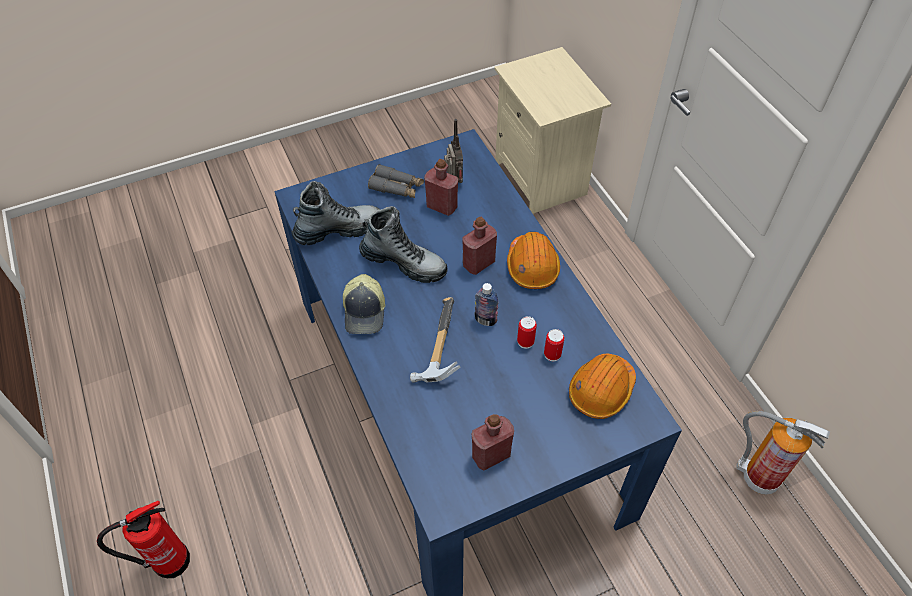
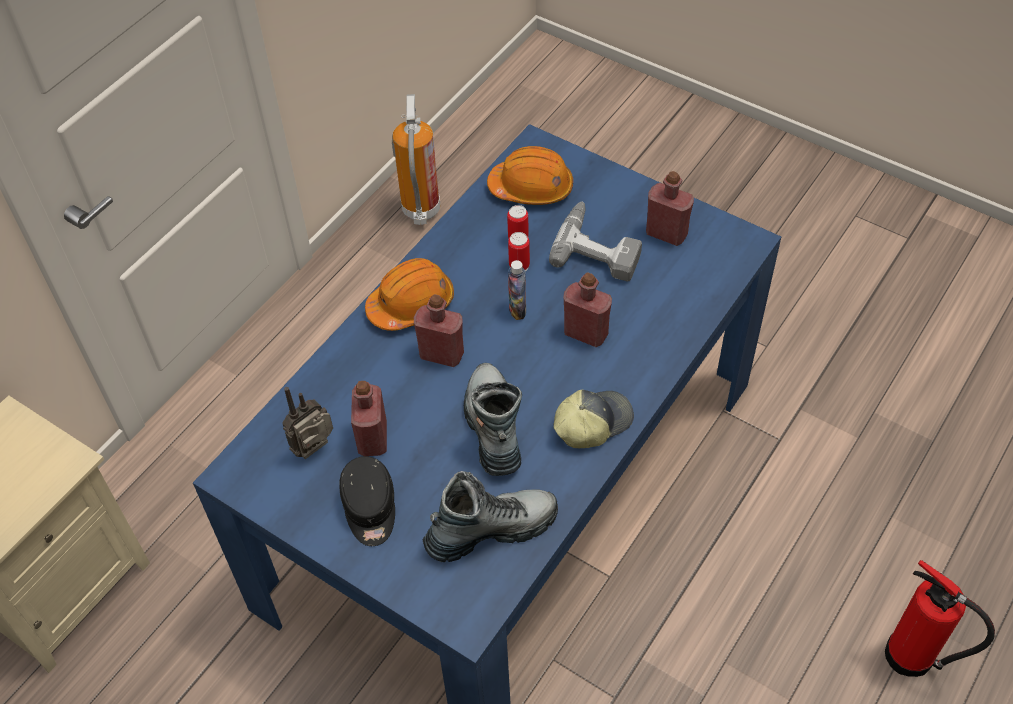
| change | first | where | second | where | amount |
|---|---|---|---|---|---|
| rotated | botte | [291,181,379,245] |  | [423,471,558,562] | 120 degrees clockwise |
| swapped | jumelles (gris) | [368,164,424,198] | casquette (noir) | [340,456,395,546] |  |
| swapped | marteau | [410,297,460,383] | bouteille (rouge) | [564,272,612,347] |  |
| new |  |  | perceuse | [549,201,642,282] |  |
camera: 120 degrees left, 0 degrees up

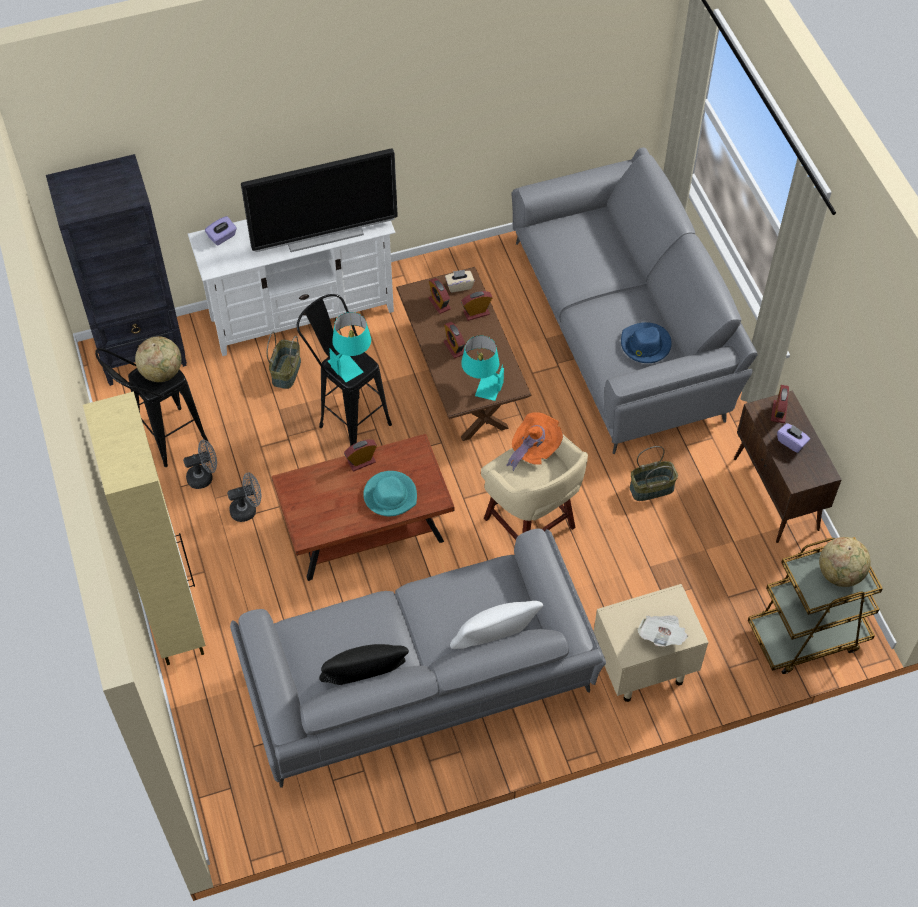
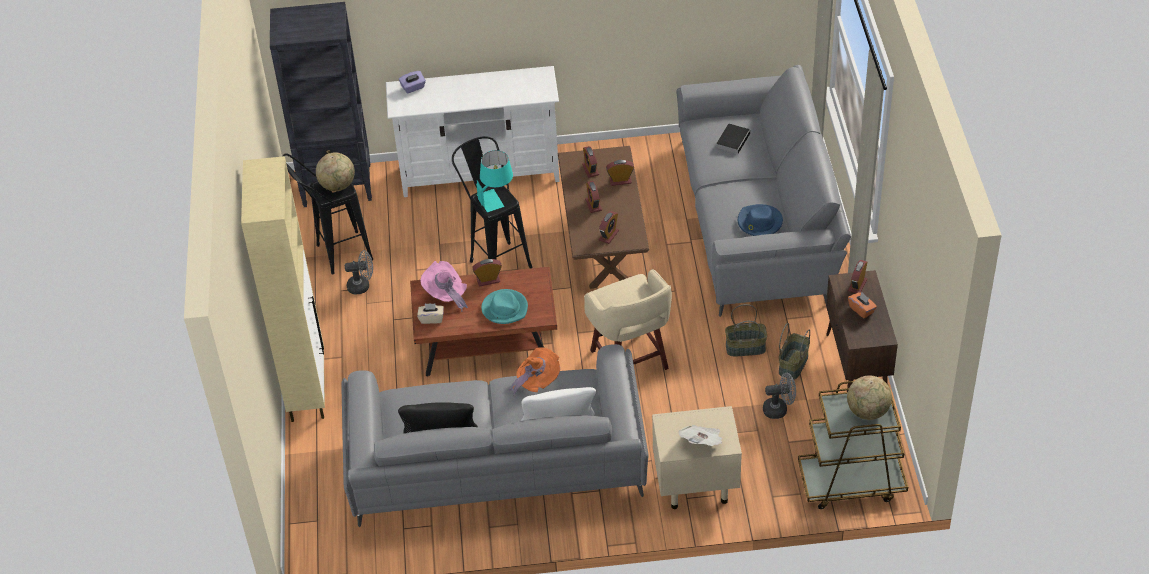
| change | first | where | second | where | amount |
|---|---|---|---|---|---|
| shifted | ventilateur (gris) | [227,472,262,522] |  | [763,373,796,419] |  |
| gone | téléviseur | [241,148,398,252] |  |  |  |
| shifted | panier | [267,332,301,389] |  | [779,323,810,380] |  |
| shifted | boîte à mouchoirs (beige) | [445,270,475,293] |  | [417,303,444,324] |  |
| swapped | lampe de table (turquoise) | [461,336,504,401] | réveil | [599,211,619,244] |  |
| shifted | chapeau (orange) | [507,412,563,471] |  | [509,347,560,396] |  |
| repainted | boîte à mouchoirs (violet) | [777,423,810,453] | boîte à mouchoirs (orange) | [848,292,877,318] |  |
| new |  |  | chapeau (rose) | [421,261,468,312] |  |
| new |  |  | livre | [716,124,751,154] |  |
camera: 15 degrees right, 10 degrees down

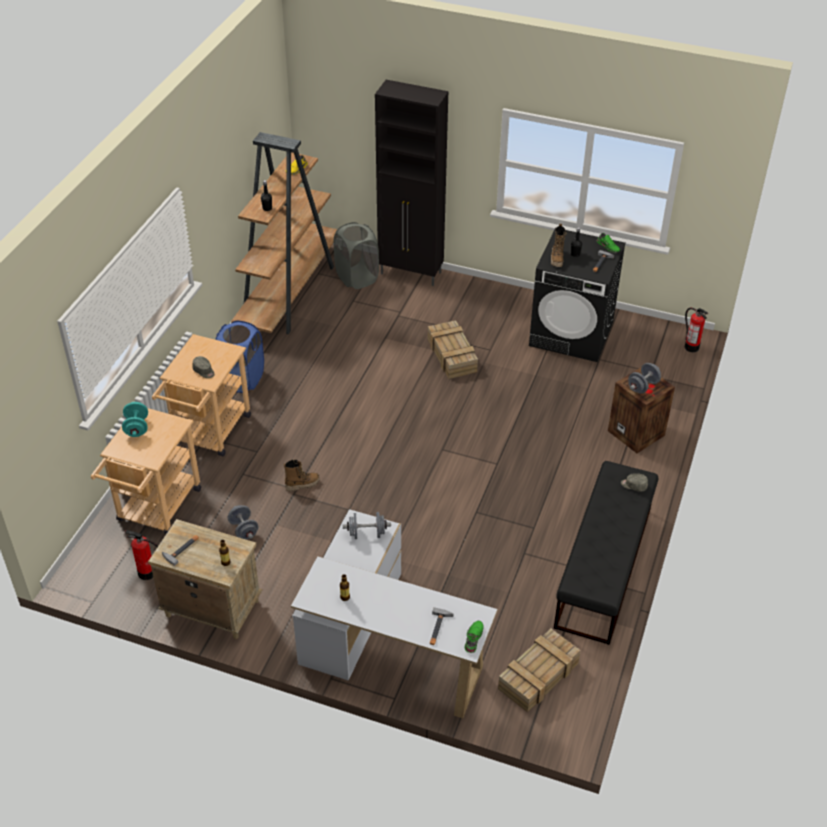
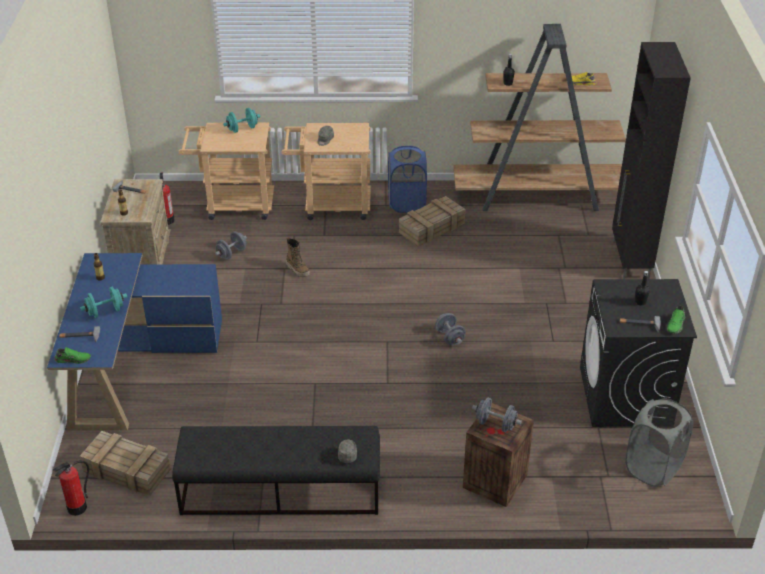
| change | first | where | second | where | amount |
|---|---|---|---|---|---|
| repainted | bureau (blanc) | [291,509,498,718] | bureau (bleu) | [47,253,222,430] |  |
| shifted | panier à linge (gris) | [334,222,379,289] |  | [625,398,694,487] |  |
| shifted | haltère (gris) | [343,512,391,539] |  | [435,313,466,345] |  |
| shifted | caisse | [428,320,478,379] |  | [399,196,465,247] |  |
| gone | botte | [551,224,567,267] |  |  |  |
| shifted | extincteur | [685,308,709,352] |  | [53,460,89,516] |  |
| new |  |  | haltère (turquoise) | [80,287,127,318] |  |
camera: 70 degrees right, 5 degrees down

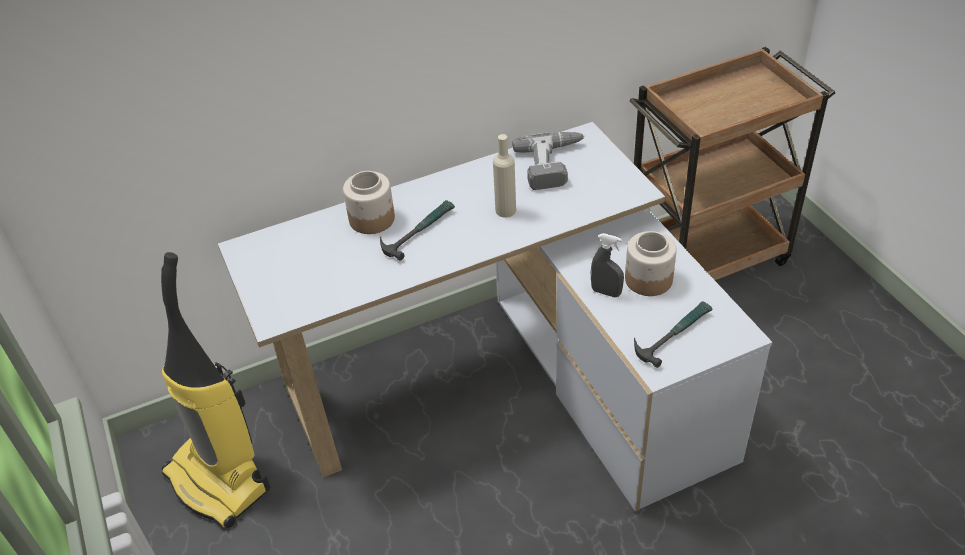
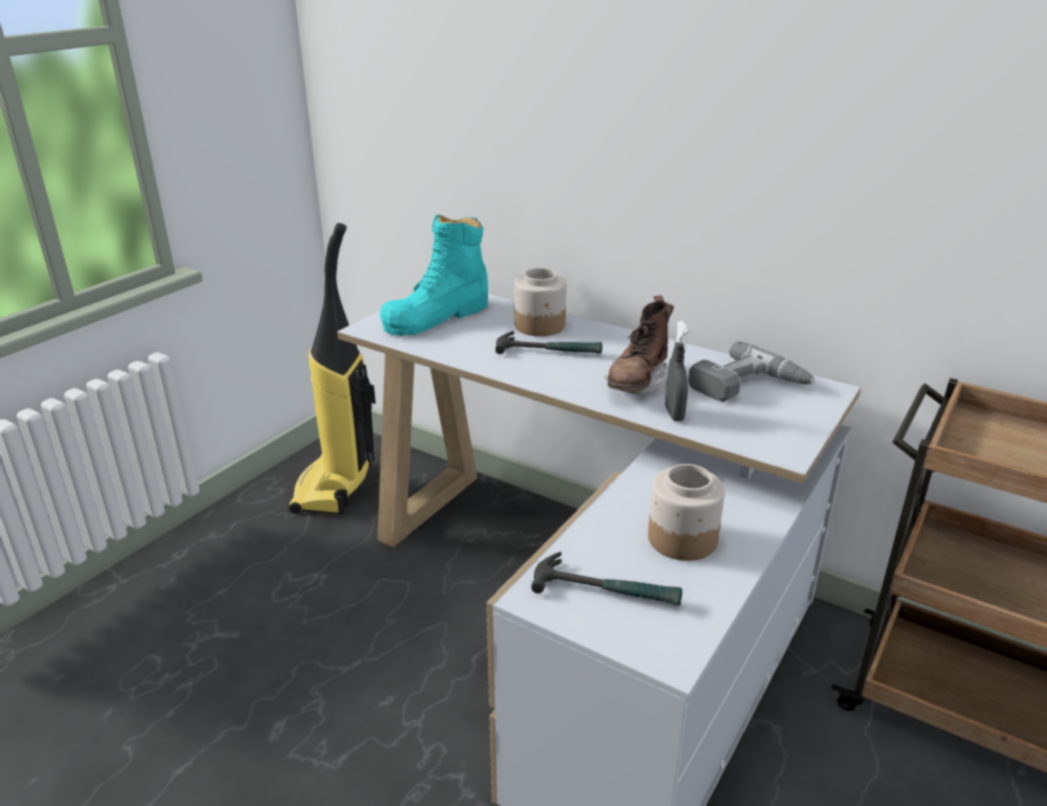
| change | first | where | second | where | amount |
|---|---|---|---|---|---|
| swapped | bouteille (beige) | [493,134,516,218] | botte (marron) | [605,296,674,395] |  |
| shifted | vaporisateur (gris) | [591,233,624,297] |  | [665,321,689,421] |  |
| new |  |  | botte (turquoise) | [380,214,488,336] |  |
camera: 55 degrees right, 15 degrees down

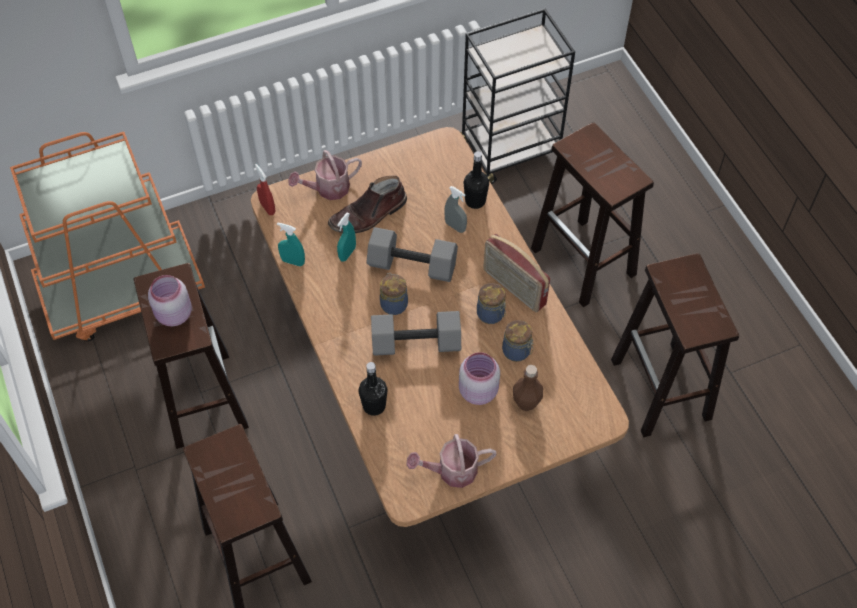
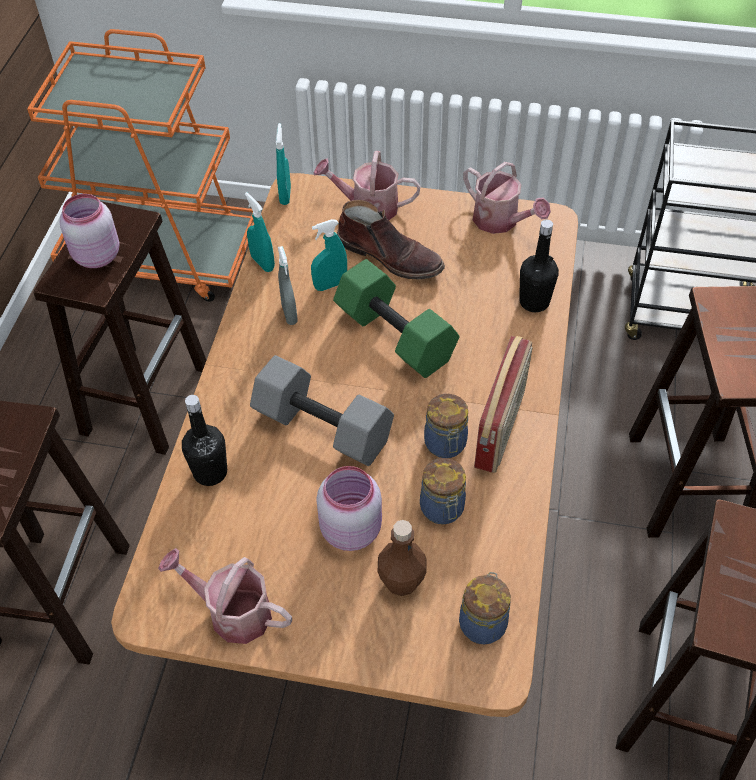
| change | first | where | second | where | amount |
|---|---|---|---|---|---|
| repainted | vaporisateur (rouge) | [255,164,275,215] | vaporisateur (turquoise) | [276,123,291,205] |  |
| rotated | botte (marron) | [328,176,407,233] |  | [337,200,445,280] | 150 degrees counterclockwise |
| repainted | haltère (gris) | [367,227,458,282] | haltère (vert) | [333,259,459,378] |  |
| shifted | bocal | [380,273,408,315] |  | [459,572,511,645] |  |
| shifted | vaporisateur (gris) | [444,186,467,233] |  | [278,246,298,325] |  |
| rotated | radio | [483,234,550,312] |  | [474,336,533,473] | 150 degrees counterclockwise |
| new |  |  | arrosoir | [463,162,551,234] |  |
camera: 35 degrees right, 5 degrees down

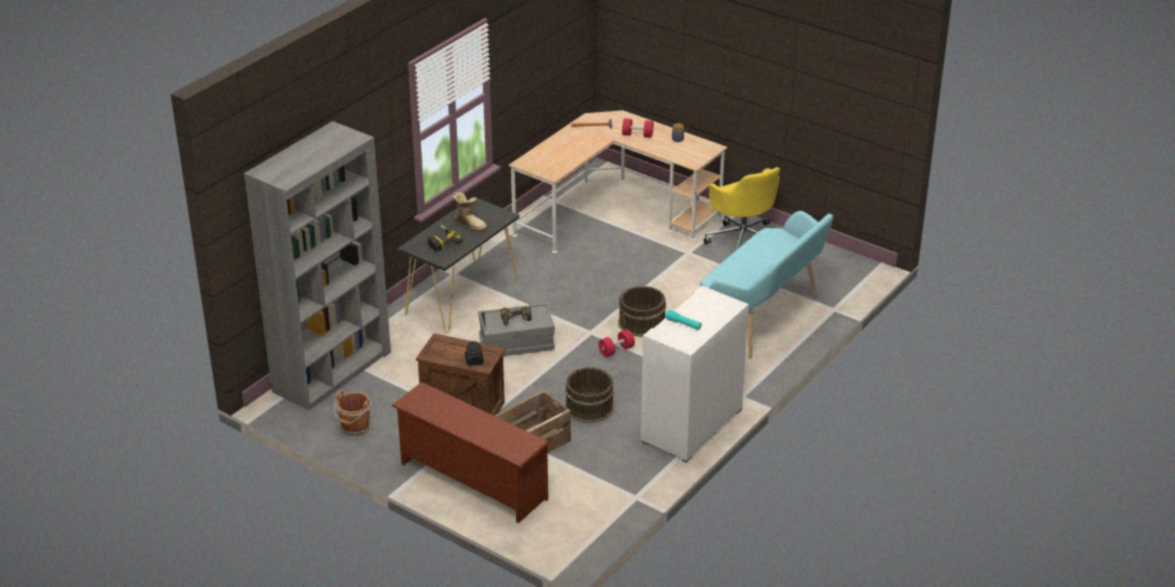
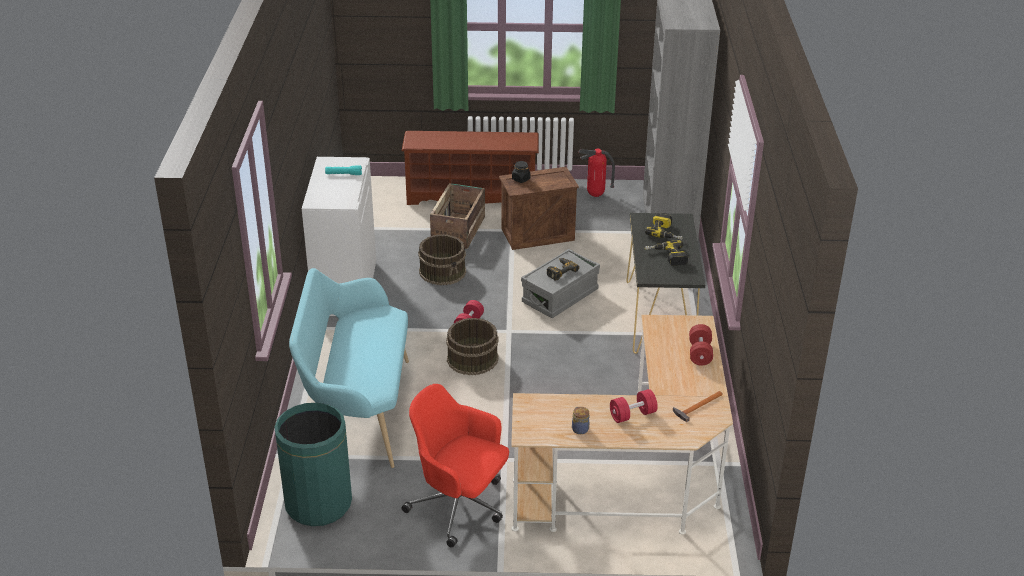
| change | first | where | second | where | amount |
|---|---|---|---|---|---|
| swapped | seau (marron) | [334,391,371,436] | extincteur | [578,148,615,197] |  |
| swapped | botte | [453,192,487,232] | perceuse | [645,240,688,266] |  |
| repainted | chaise de bureau (jaune) | [704,167,780,250] | chaise de bureau (rouge) | [402,384,509,548] |  |
| new |  |  | poubelle (vert) | [274,403,352,526] |  |
| new |  |  | haltère (rouge) | [689,324,713,366] |  |
camera: 145 degrees right, 0 degrees up

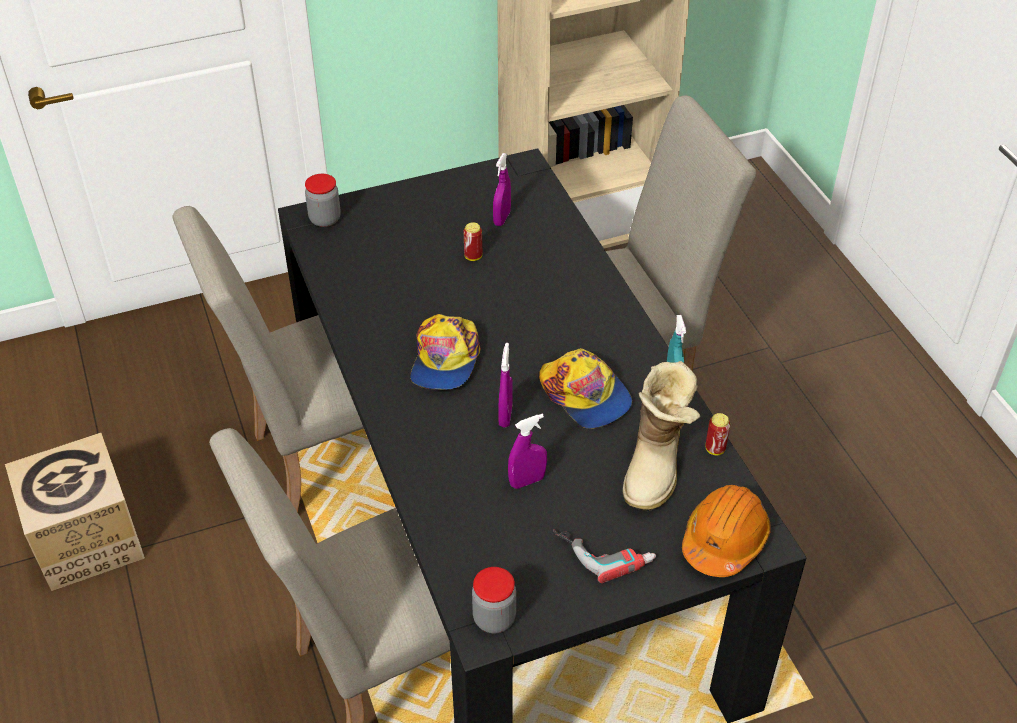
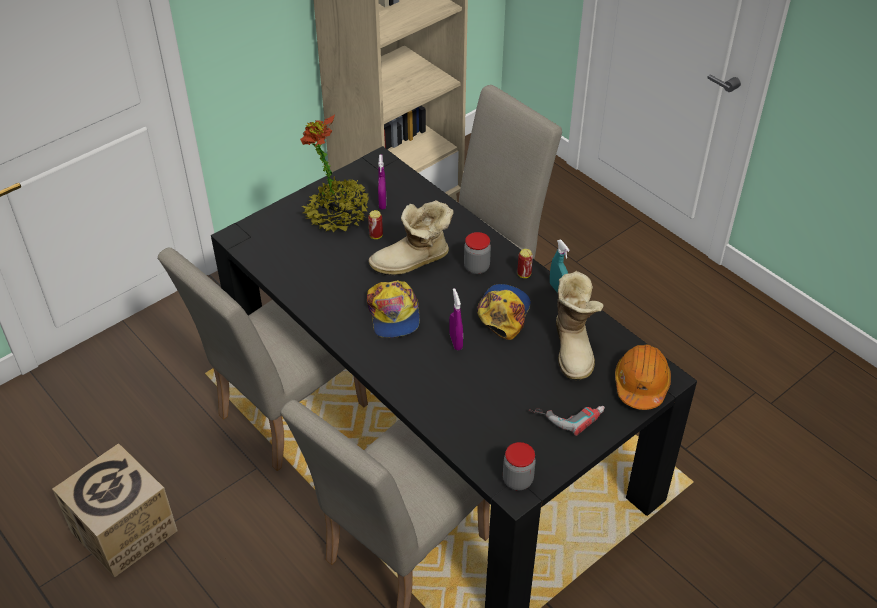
| change | first | where | second | where | amount |
|---|---|---|---|---|---|
| shifted | bocal | [305,174,341,227] |  | [464,232,491,274] |  |
| gone | vaporisateur (violet) | [508,414,547,489] |  |  |  |
| rotated | casquette | [539,348,632,429] |  | [477,284,531,340] | 105 degrees counterclockwise |
| shifted | boîte métallique | [706,413,730,455] |  | [517,249,533,278] |  |
| new |  |  | plante en pot | [300,114,369,232] |  |
| new |  |  | botte | [368,200,454,275] |  |
camera: 20 degrees left, 0 degrees up

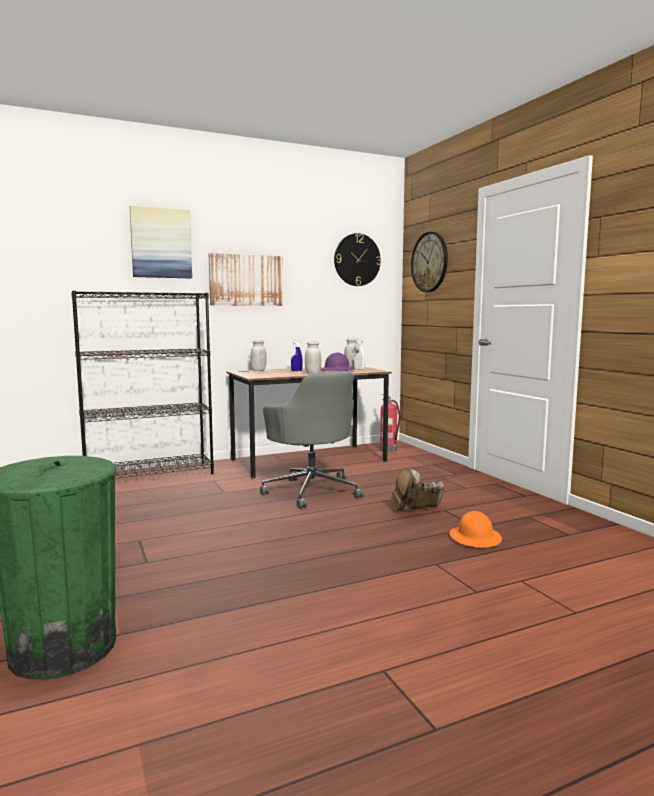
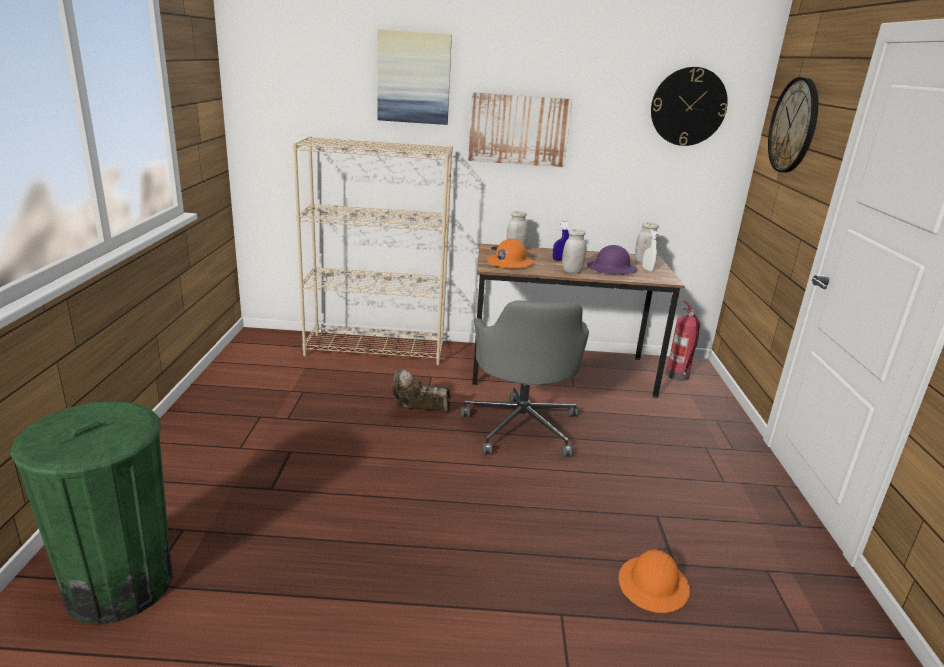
| change | first | where | second | where | amount |
|---|---|---|---|---|---|
| repainted | bibliothèque (noir) | [71,291,214,479] | bibliothèque (beige) | [293,136,453,365] |  |
| shifted | botte (marron) | [392,469,445,510] |  | [392,369,451,412] |  |
| new |  |  | casque de chantier (orange) | [487,239,534,268] |  |
camera: 25 degrees right, 15 degrees up

